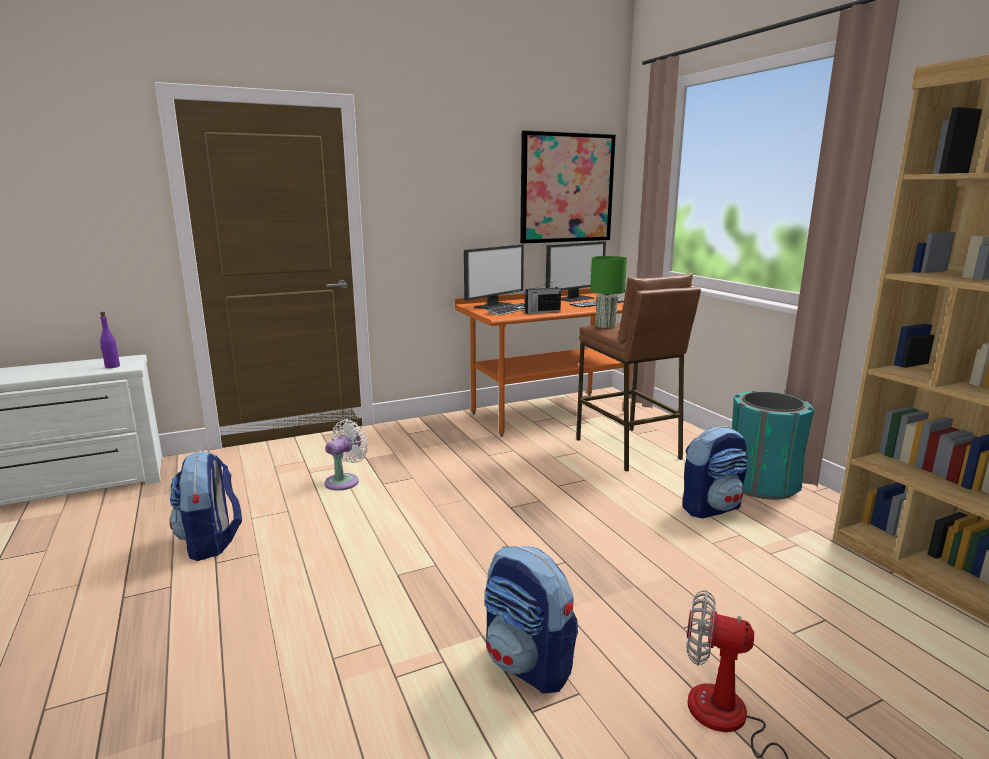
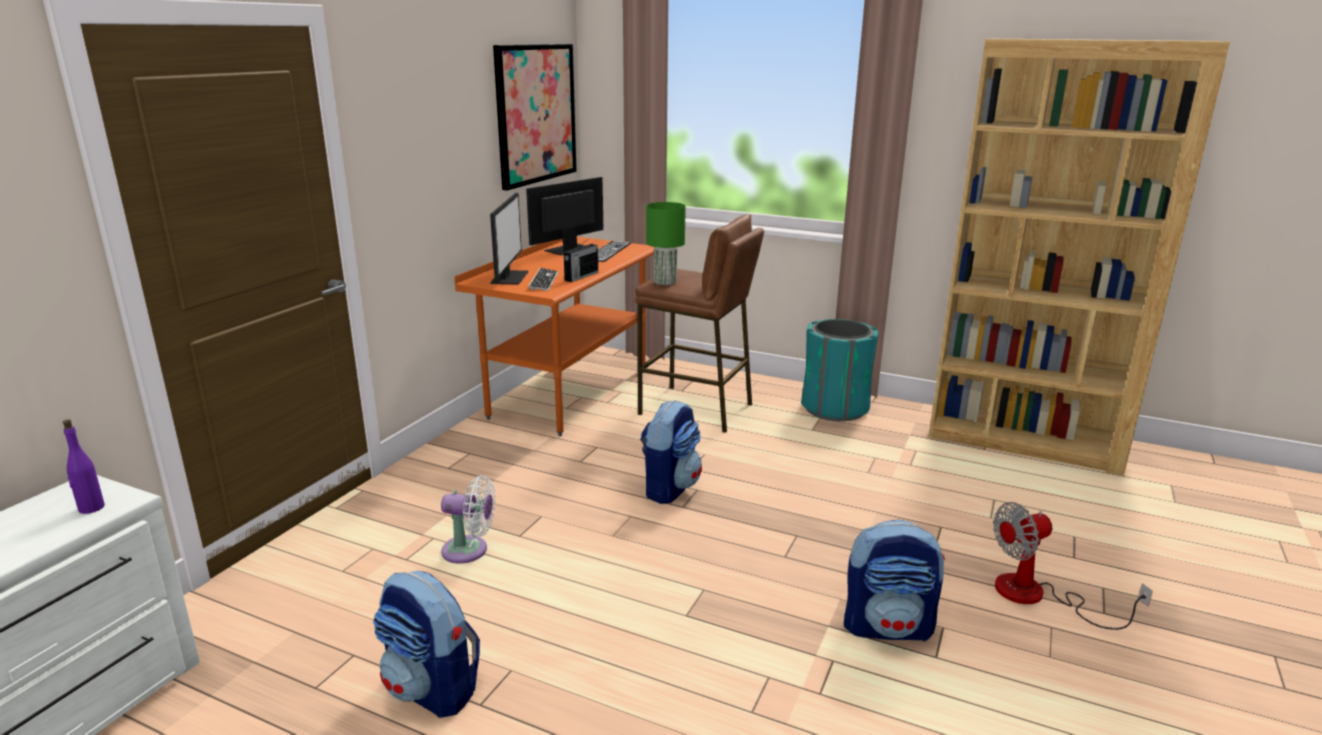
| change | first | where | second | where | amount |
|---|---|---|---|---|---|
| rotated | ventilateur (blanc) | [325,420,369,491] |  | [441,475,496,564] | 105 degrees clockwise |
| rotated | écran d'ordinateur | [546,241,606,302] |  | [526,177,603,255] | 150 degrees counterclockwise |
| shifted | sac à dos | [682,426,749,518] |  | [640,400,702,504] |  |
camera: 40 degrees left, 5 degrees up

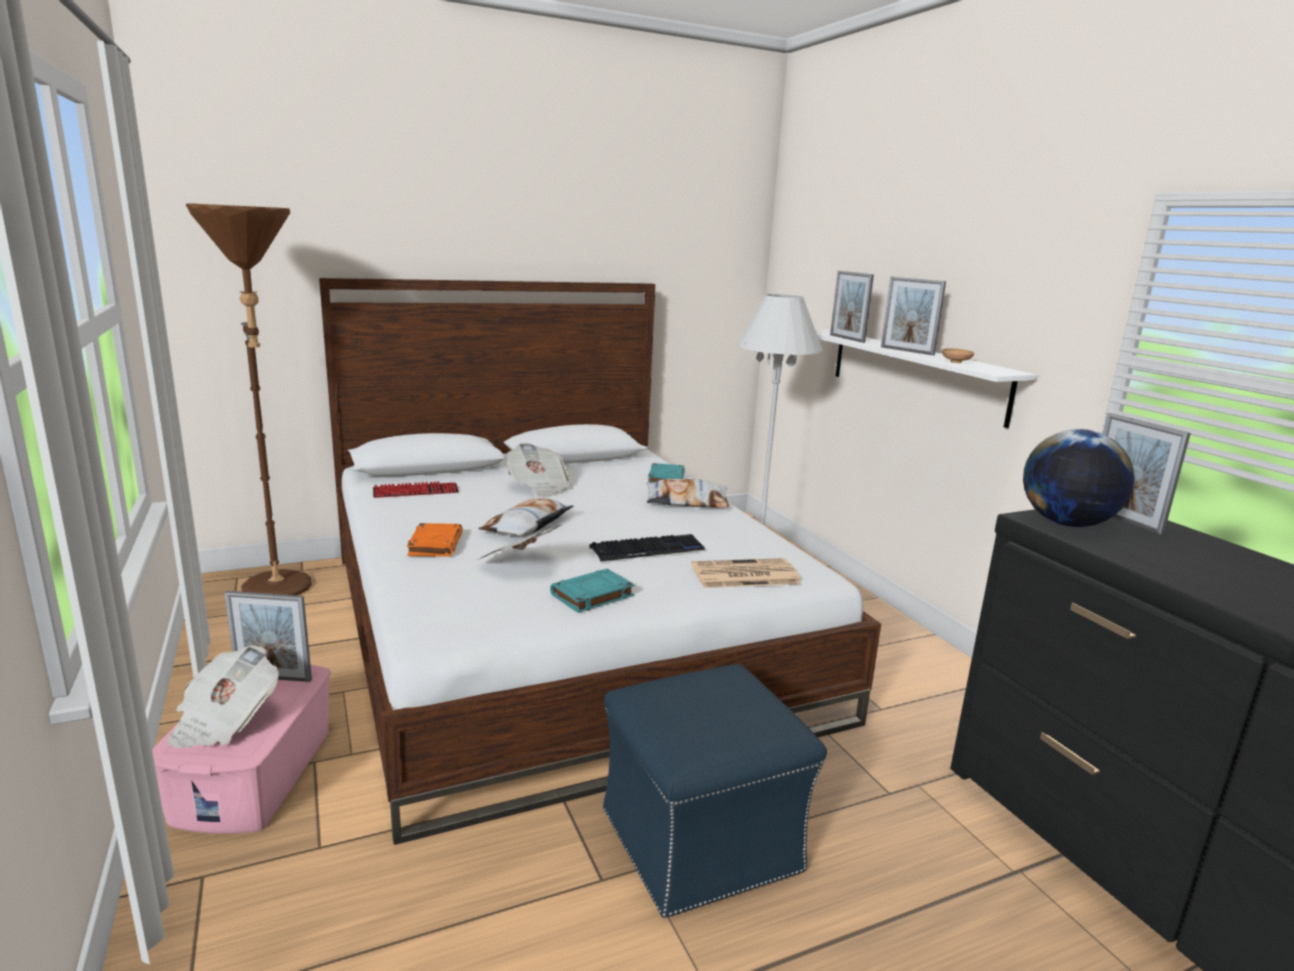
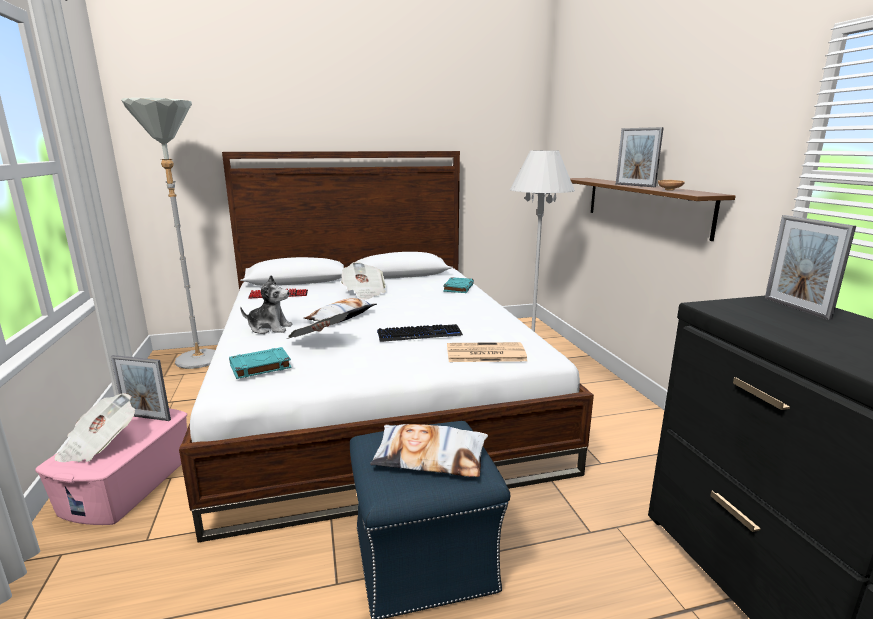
| change | first | where | second | where | amount |
|---|---|---|---|---|---|
| repainted | lampadaire (marron) | [185,203,312,595] | lampadaire (gris) | [121,98,215,369] |  |
| swapped | livre (orange) | [407,523,463,557] | peluche | [240,275,293,334] |  |
| shifted | livre (turquoise) | [550,569,634,613] |  | [229,347,292,379] |  |
| shifted | coussin | [646,479,729,508] |  | [370,424,488,477] |  |
| repainted | étagère (blanc) | [816,330,1038,428] | étagère (marron) | [570,178,736,241] |  |
| gone | cadre photo | [830,271,874,343] |  |  |  |
| gone | globe | [1023,429,1134,527] |  |  |  |
camera: 10 degrees right, 0 degrees up

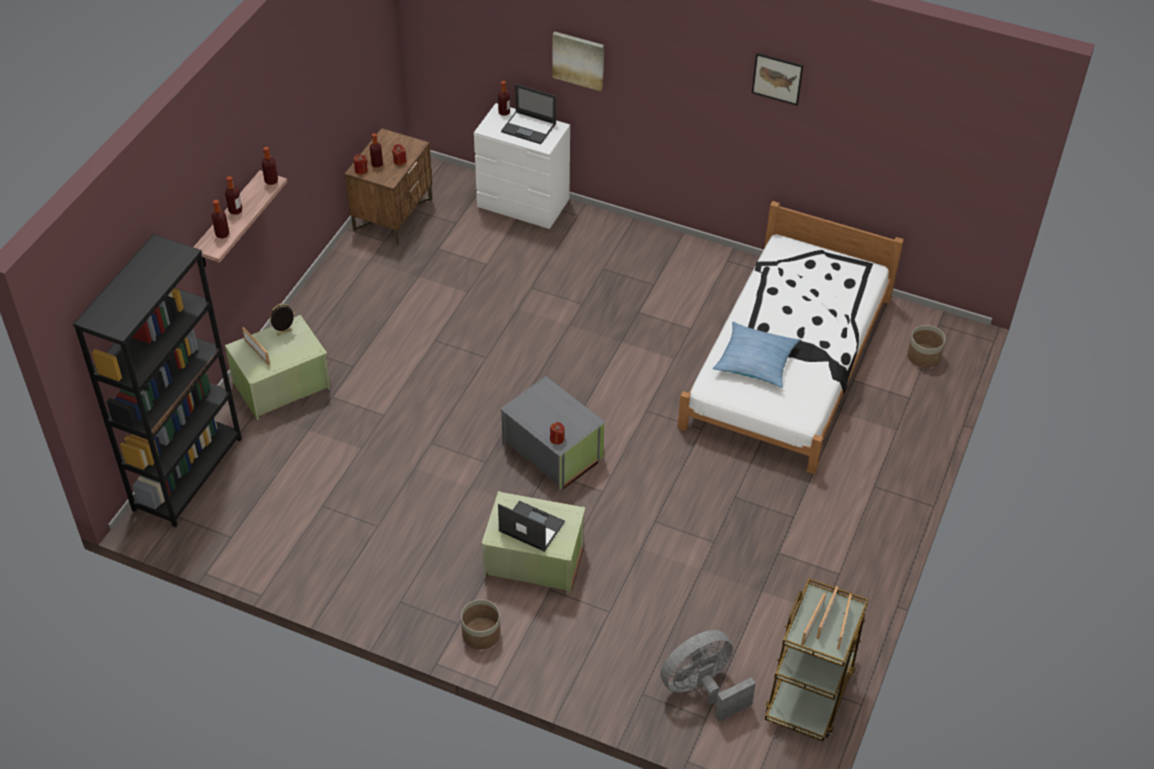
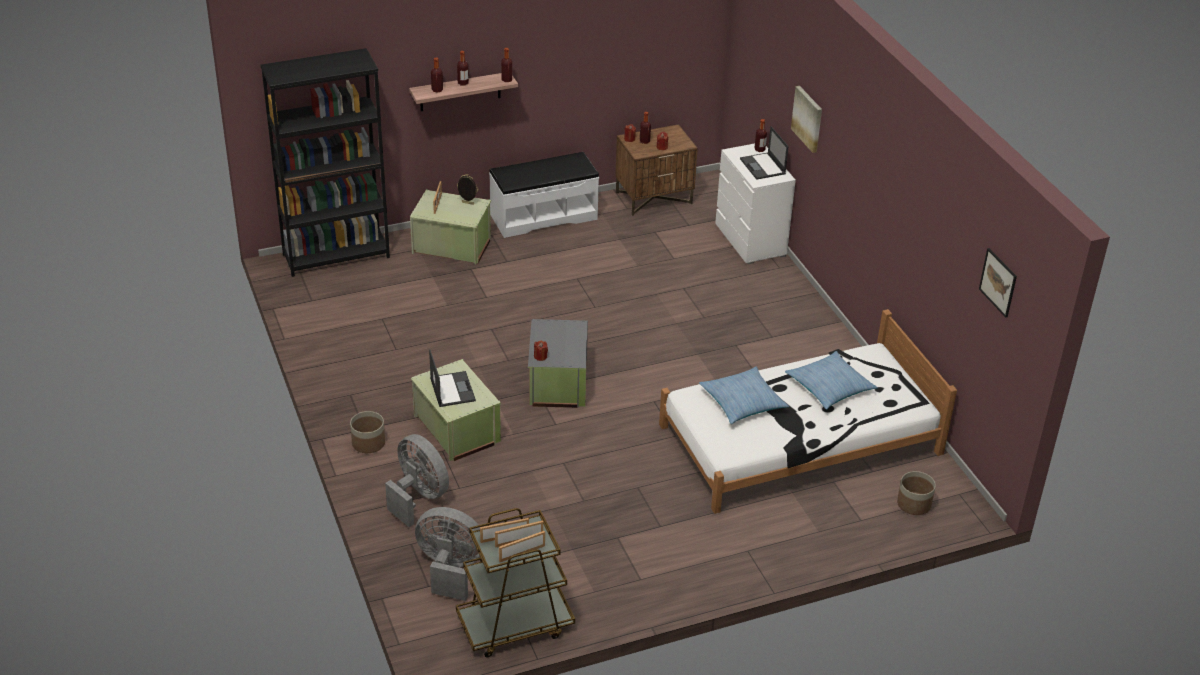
| change | first | where | second | where | amount |
|---|---|---|---|---|---|
| shifted | tableau | [752,53,803,105] |  | [979,248,1017,318] |  |
| new |  |  | ventilateur (gris) | [385,434,449,527] |  |
| new |  |  | banc (blanc) | [489,152,599,238] |  |
| new |  |  | coussin | [785,351,878,410] |  |
camera: 45 degrees right, 10 degrees down

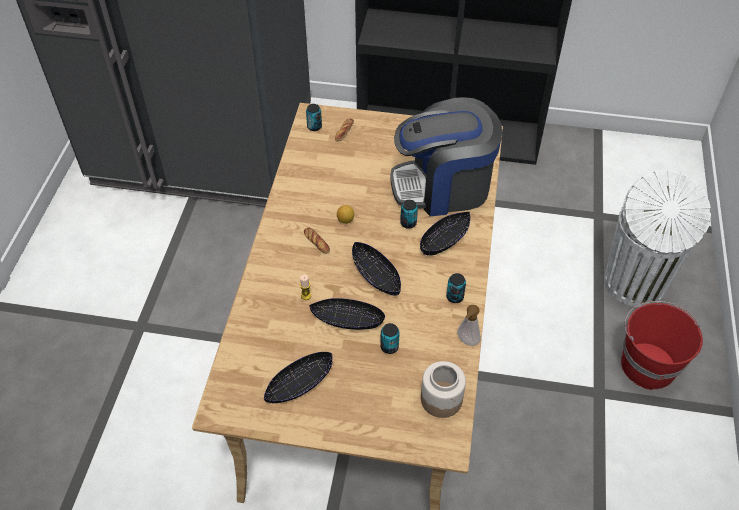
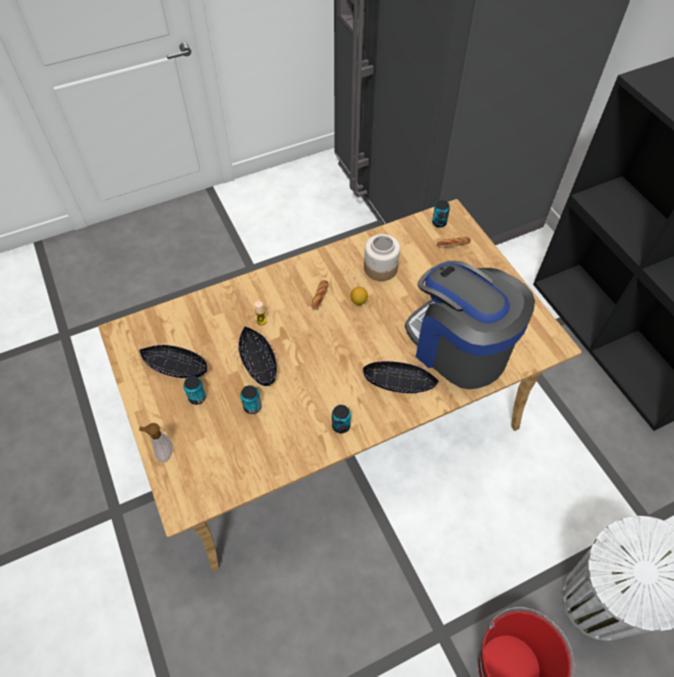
| change | first | where | second | where | amount |
|---|---|---|---|---|---|
| gone | bol (noir) | [352,242,401,296] |  |  |  |
| shifted | boîte métallique | [400,200,418,229] |  | [183,376,206,405] |  |
| shifted | bocal | [421,361,466,418] |  | [364,234,400,281] |  |
| shifted | distributeur de savon | [457,305,481,346] |  | [139,423,173,462] |  |
camera: 55 degrees right, 5 degrees up

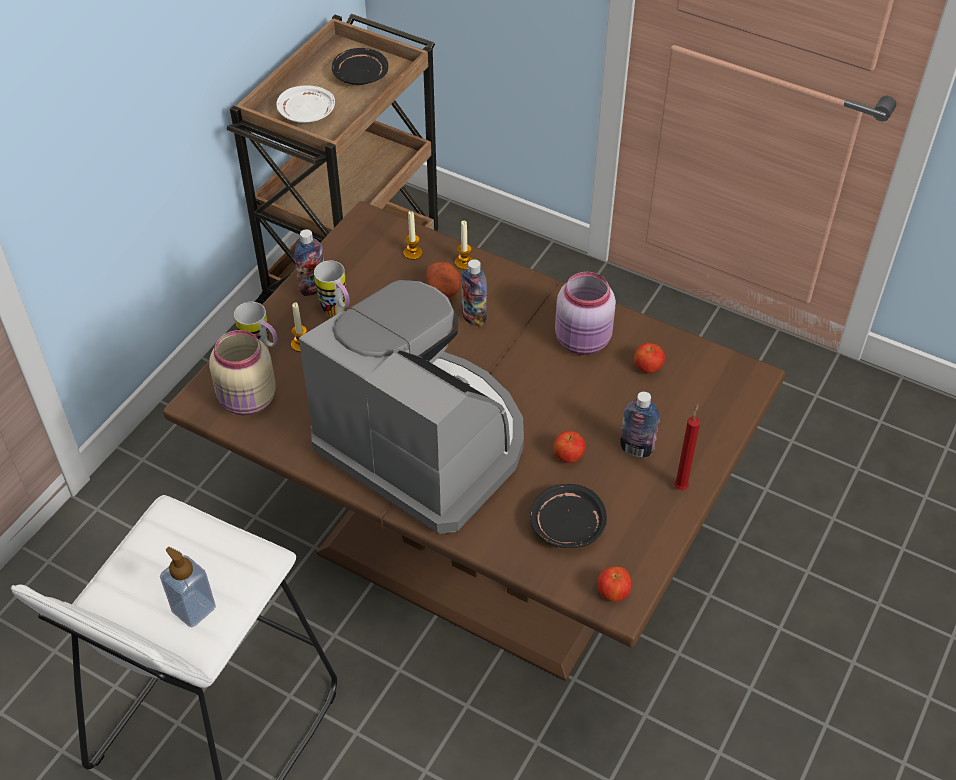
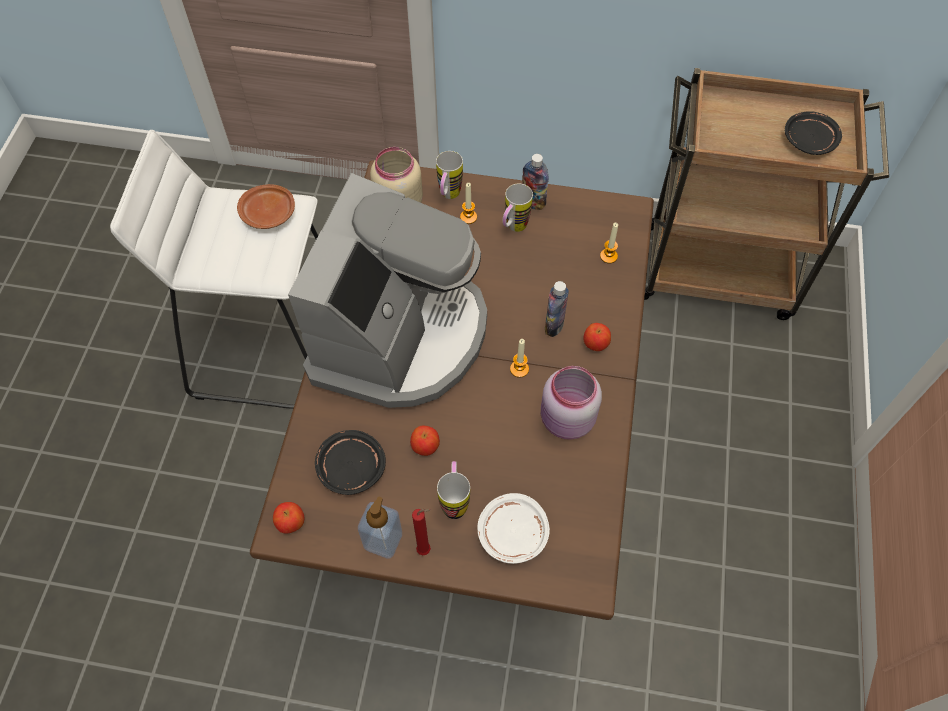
| change | first | where | second | where | amount |
|---|---|---|---|---|---|
| shifted | distributeur de savon | [160,547,216,627] |  | [358,497,402,559] |  |
| shifted | assiette (blanc) | [276,85,335,123] |  | [477,493,550,564] |  |
| gone | pomme de terre | [426,262,461,298] |  |  |  |
| shifted | bougie | [455,221,473,270] |  | [510,339,529,378] |  |
| swapped | bouteille | [620,391,660,457] | mug | [437,461,470,519] |  |
| shifted | pomme | [634,343,665,373] |  | [583,323,611,351] |  |
| new |  |  | assiette (marron) | [237,184,295,229] |  |
camera: 70 degrees right, 10 degrees up

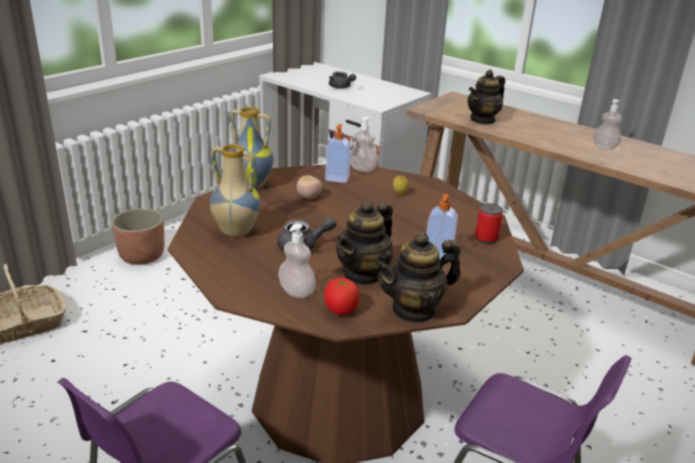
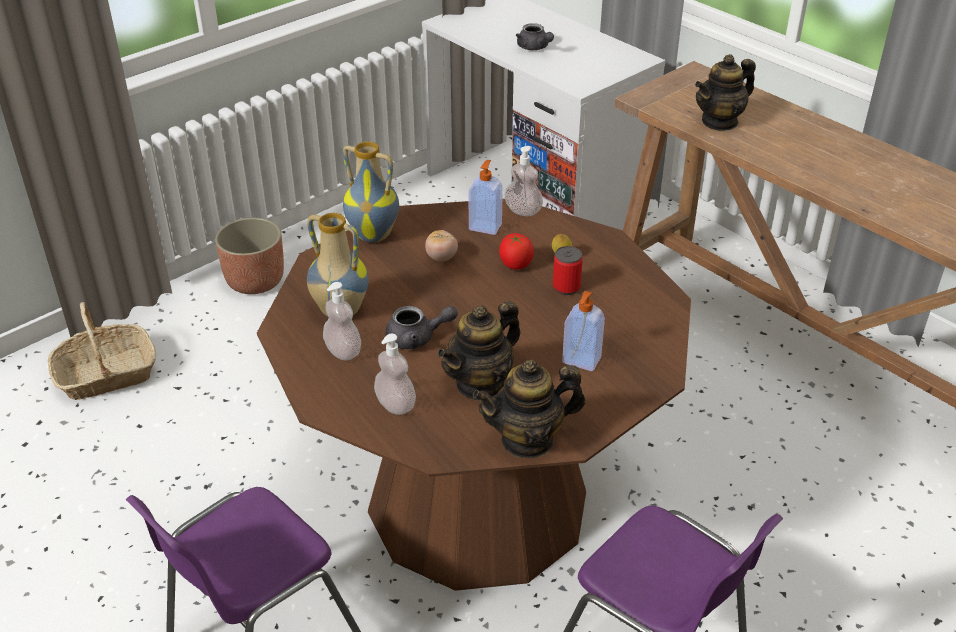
| change | first | where | second | where | amount |
|---|---|---|---|---|---|
| shifted | tomate | [324,278,360,315] |  | [499,233,534,270] |  |
| shifted | boîte métallique | [475,203,503,244] |  | [553,246,583,295] |  |
| shifted | distributeur de savon | [593,99,622,149] |  | [323,282,361,361] |  |
camera: 10 degrees right, 10 degrees up

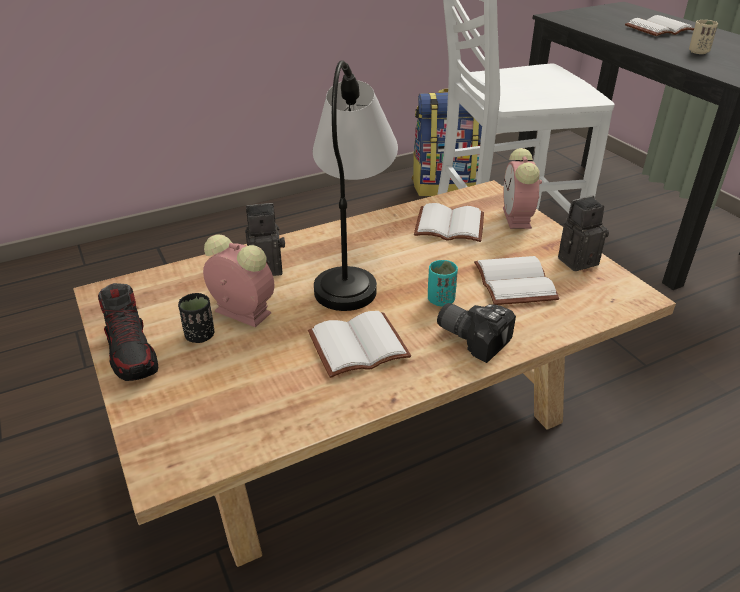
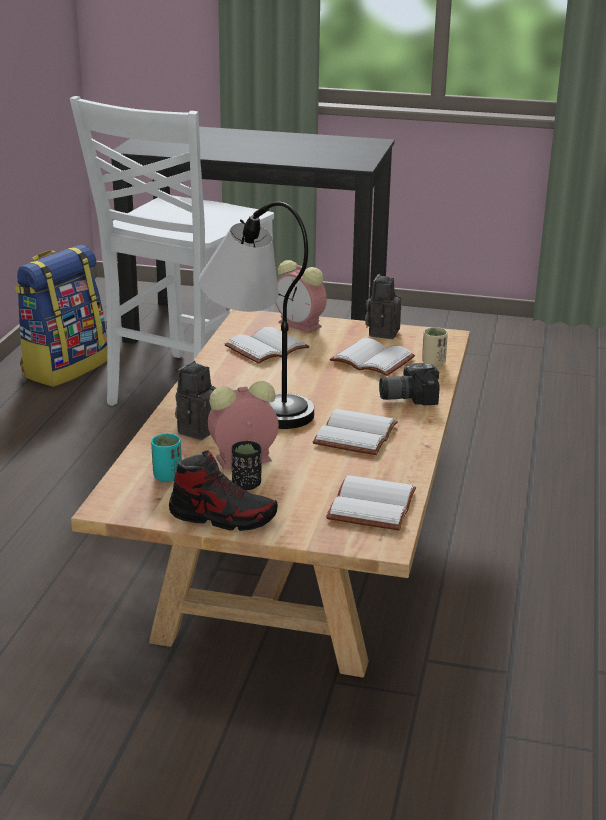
| change | first | where | second | where | amount |
|---|---|---|---|---|---|
| shifted | tasse (turquoise) | [428,260,458,306] |  | [151,433,182,482] |  |
| shifted | livre (blanc) | [625,15,694,36] |  | [326,475,416,530] |  |
| shifted | tasse (beige) | [689,20,718,54] |  | [422,327,448,367] |  |
camera: 50 degrees left, 10 degrees down

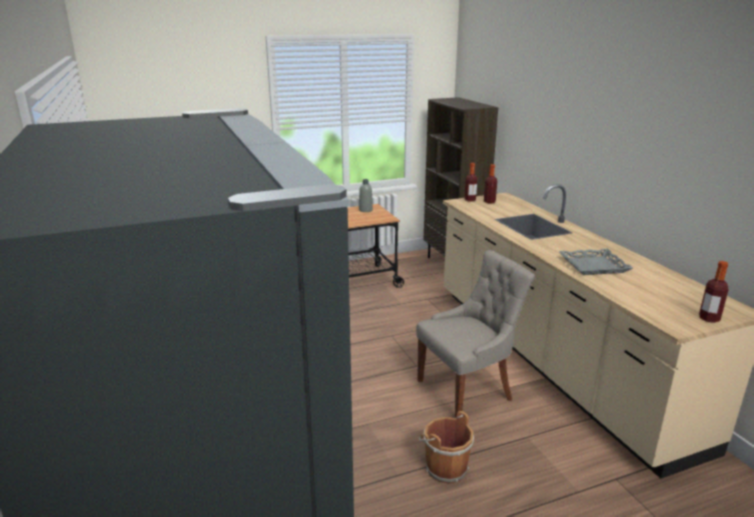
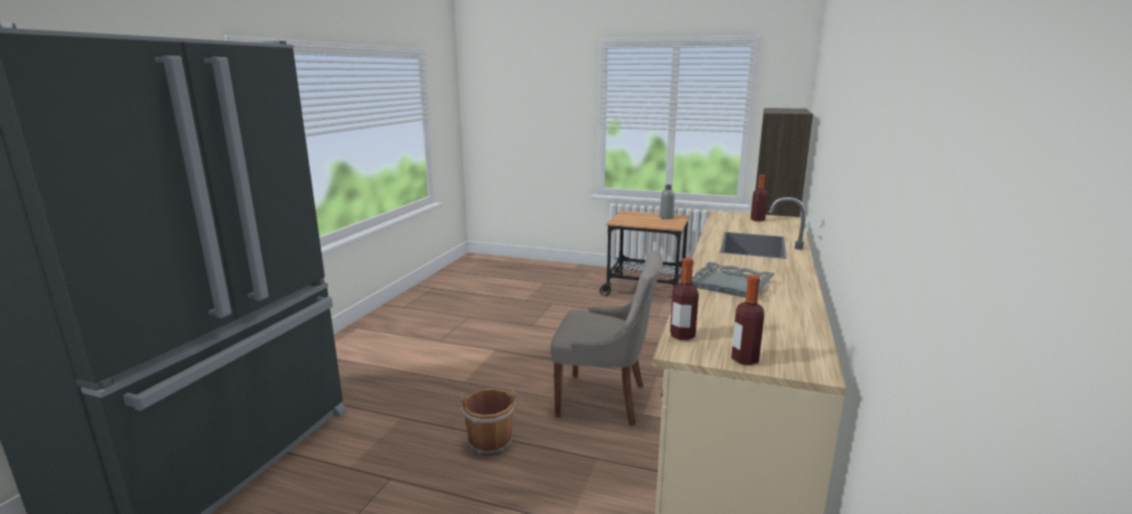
| change | first | where | second | where | amount |
|---|---|---|---|---|---|
| shifted | bouteille | [465,163,477,202] |  | [670,258,699,340] |  |
camera: 40 degrees right, 5 degrees down

